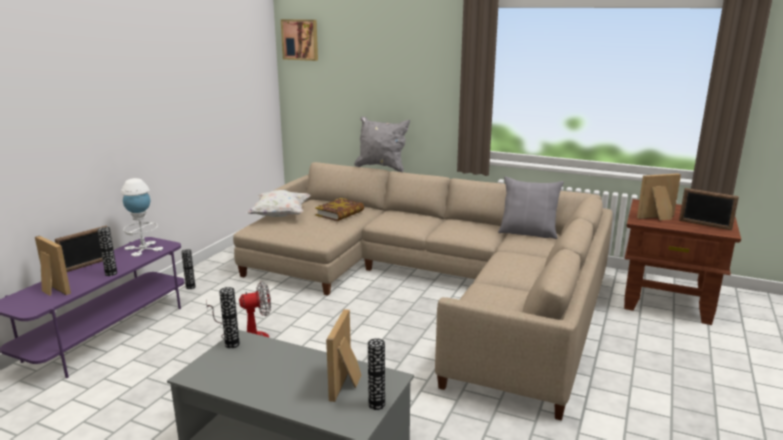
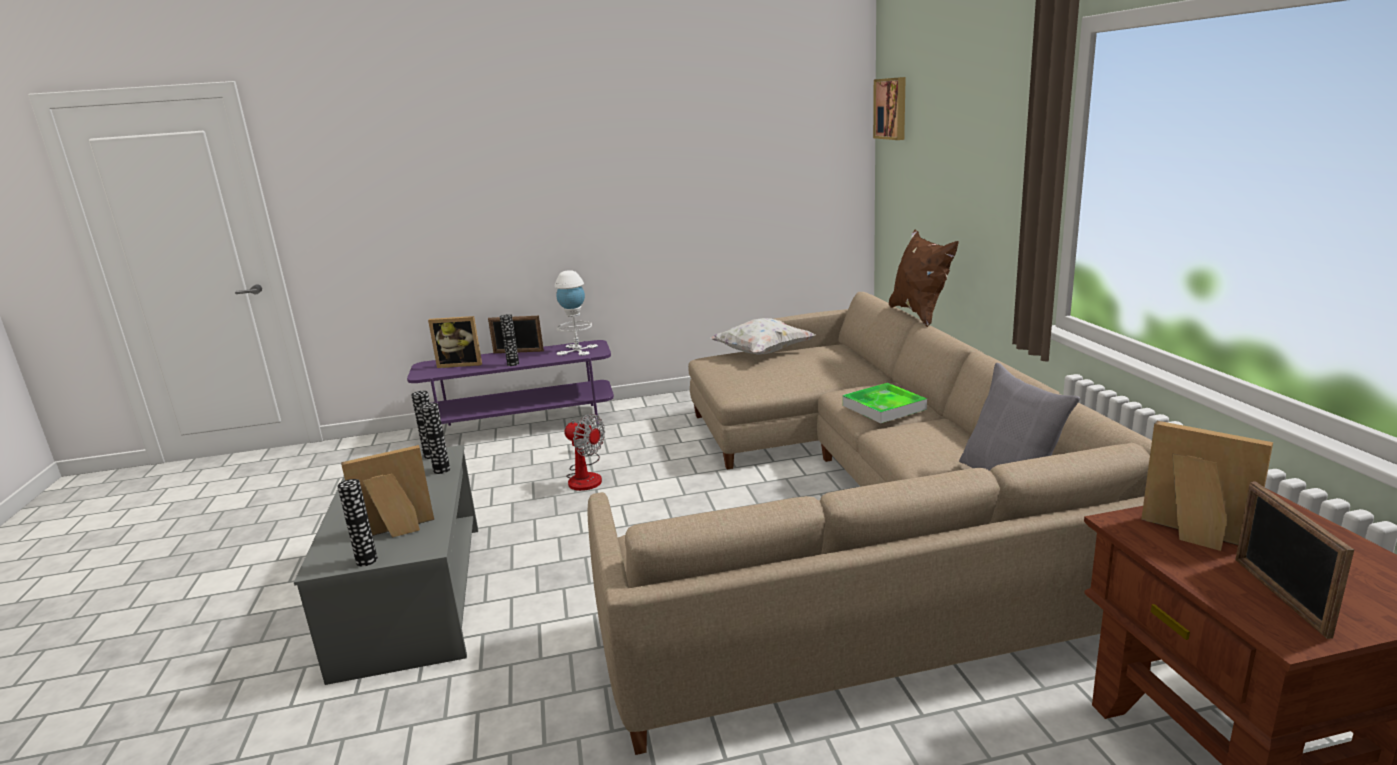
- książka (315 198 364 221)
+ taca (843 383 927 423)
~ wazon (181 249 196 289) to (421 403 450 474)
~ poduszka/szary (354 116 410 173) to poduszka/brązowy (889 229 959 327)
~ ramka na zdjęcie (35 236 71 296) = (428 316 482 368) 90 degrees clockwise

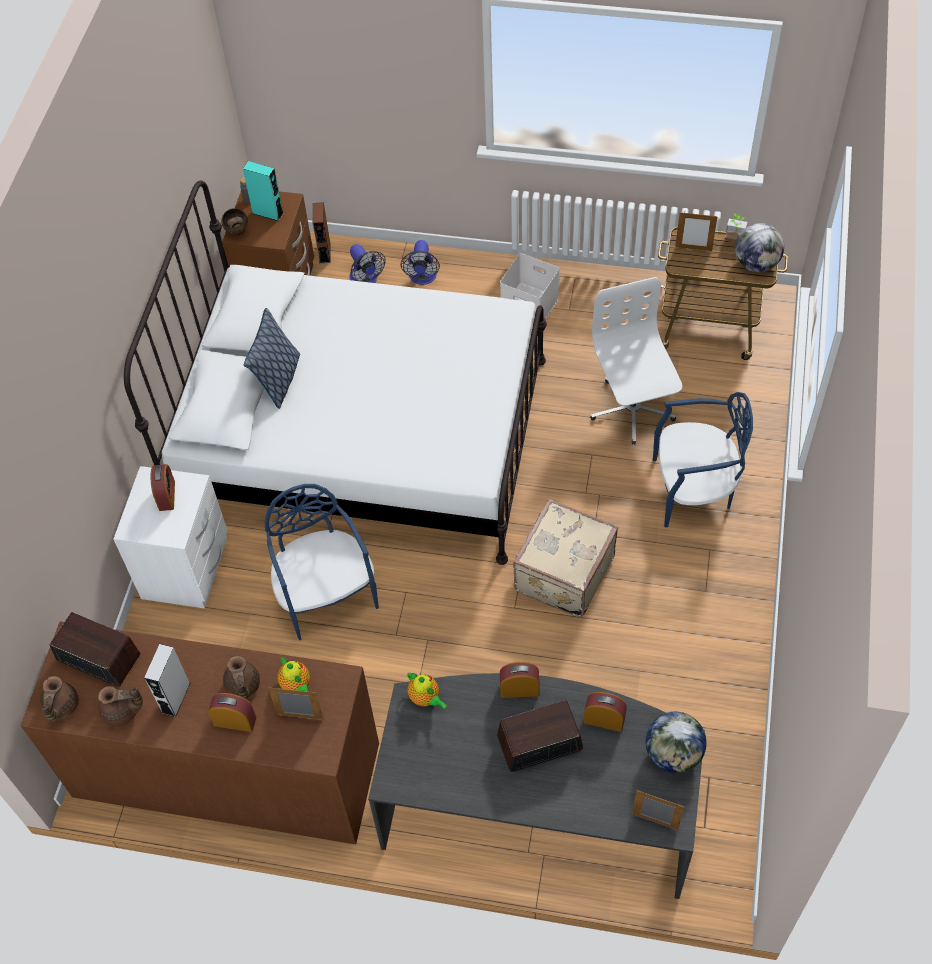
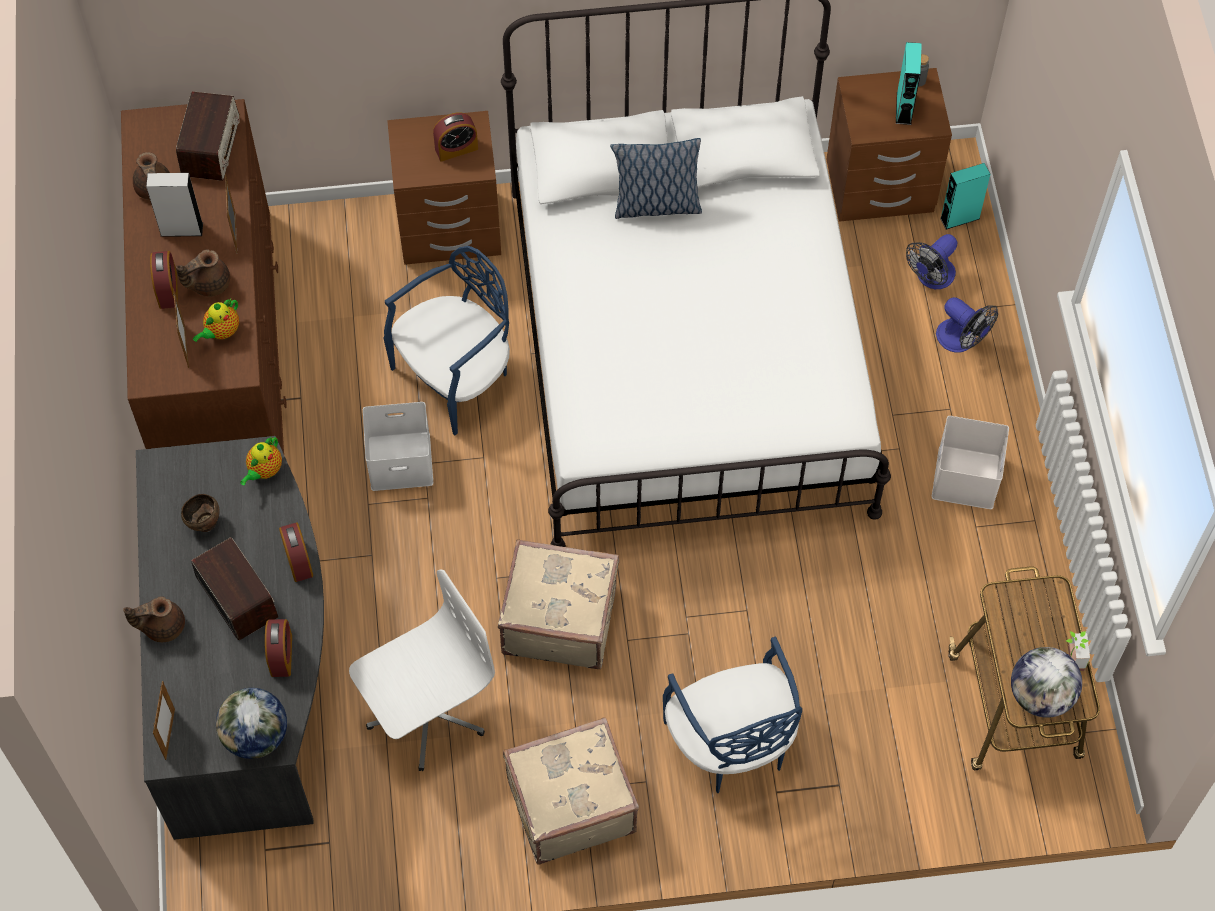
+ pojemnik do przechowywania/biały (363 402 433 491)
+ walizka/beżowy (503 717 639 865)
~ imbryk/brązowy (40 676 79 721) to (123 596 185 642)
~ miska/brązowy (221 208 248 236) to (181 494 220 532)
~ krzesło biurowe/biały (590 277 682 445) to (349 569 495 771)
~ ramka na zdjęcie (675 212 718 251) to (225 174 237 253)
~ szafka nocna/biały (113 466 228 608) to szafka nocna/brązowy (387 111 501 265)
~ głośnik/brązowy (313 202 331 263) to głośnik/turkusowy (940 163 990 230)
~ wentylator (401 240 440 285) = (936 297 998 353) 120 degrees counterclockwise

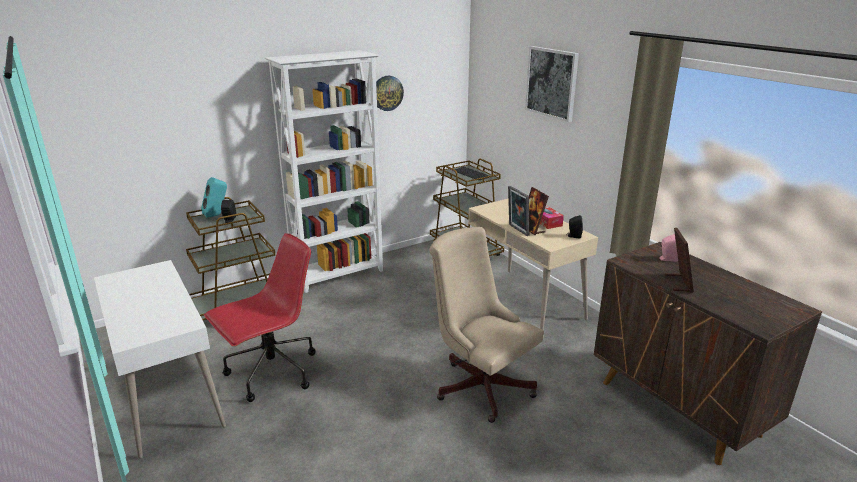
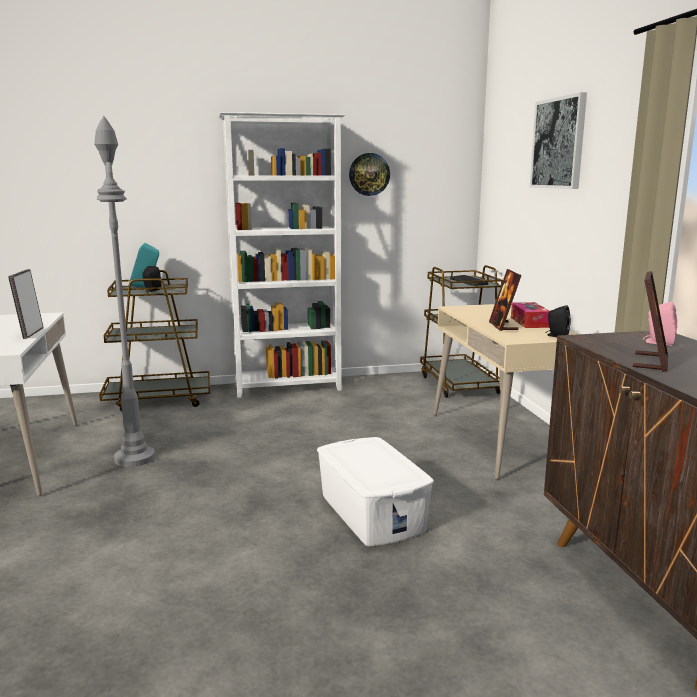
~ ramka na zdjęcie (508 186 529 236) to (8 269 44 339)
~ krzesło biurowe/czerwony (204 233 316 402) to lampa stojąca/szary (94 116 155 467)
~ krzesło biurowe/beżowy (429 227 544 423) to pojemnik do przechowywania/biały (317 437 434 546)

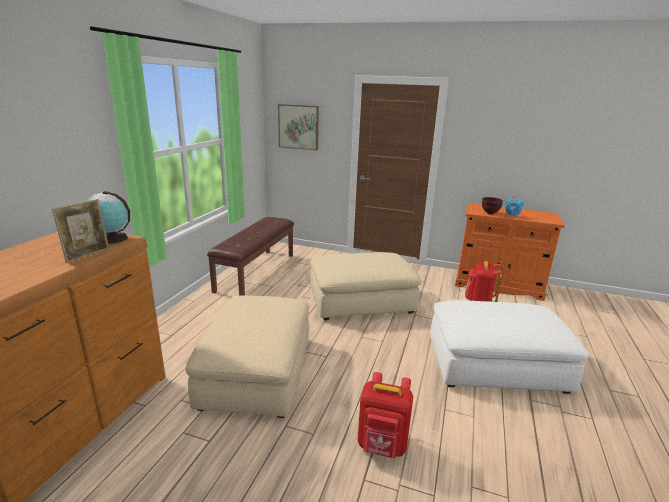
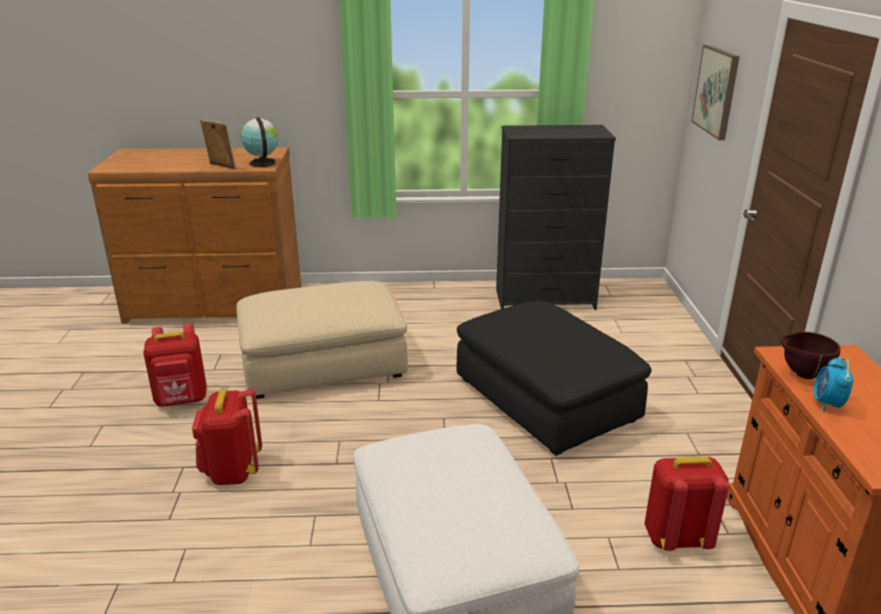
+ plecak/czerwony (143 323 207 407)
~ ławka/brązowy (207 217 294 296) to komoda/czarny (496 125 616 310)
~ pufa/beżowy (310 252 422 320) to pufa/czarny (456 301 651 456)
~ ramka na zdjęcie (52 199 109 263) = (200 119 237 170) 150 degrees counterclockwise

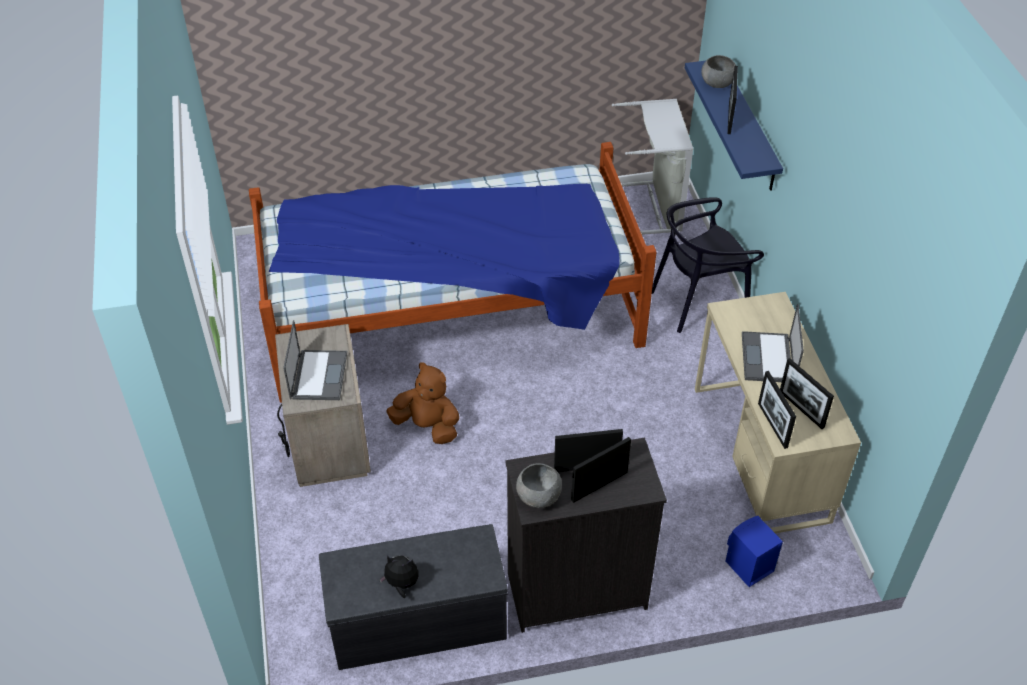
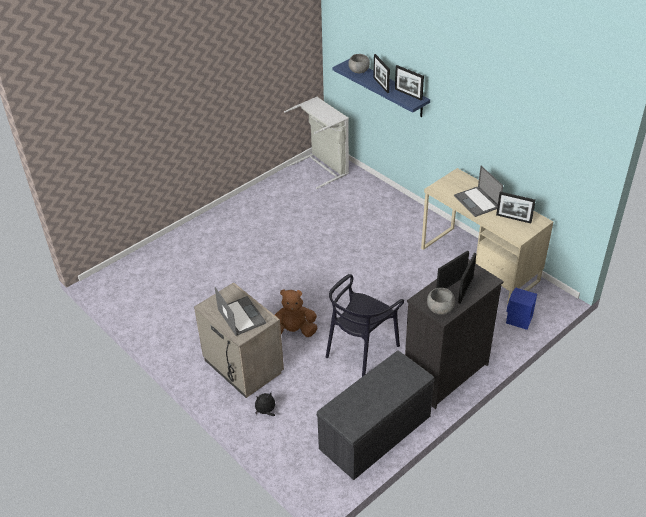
- łóżko (249 142 657 403)
~ pluszak (379 555 419 599) to (255 392 275 416)
~ krzesło/czarny (652 197 764 333) to (326 274 404 377)
~ ramka na zdjęcie (758 371 796 449) to (395 65 424 100)

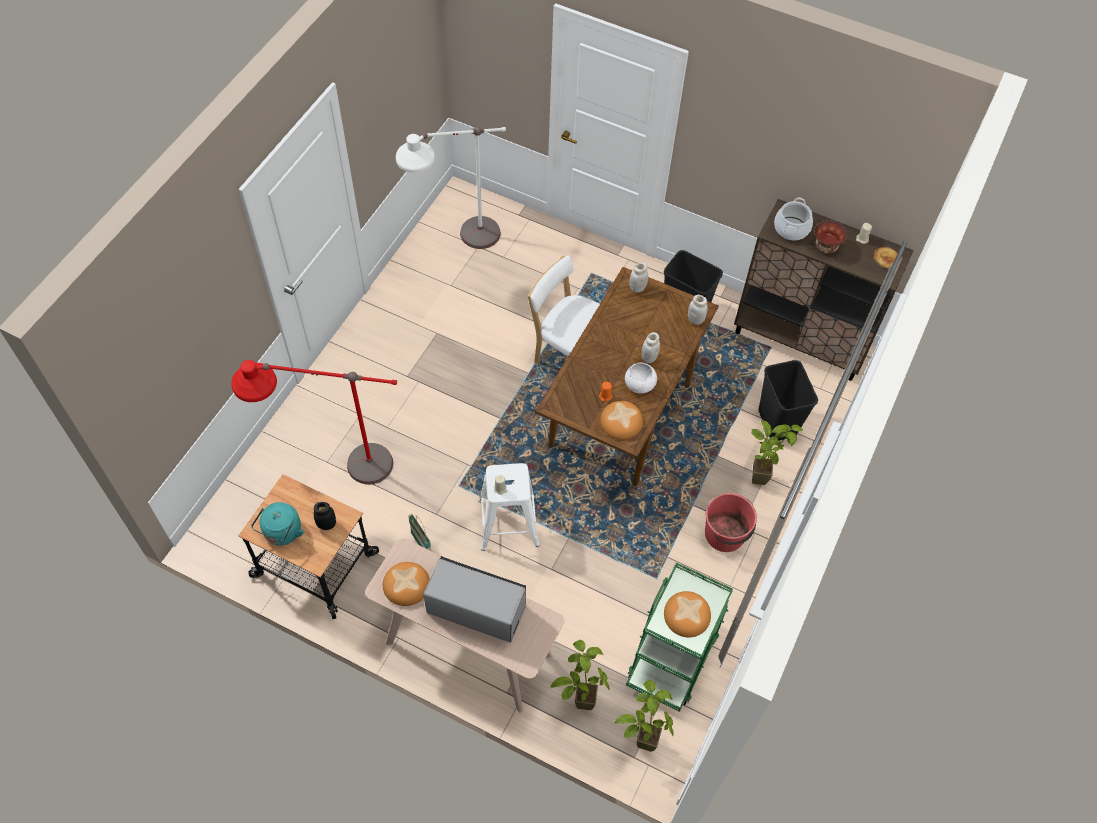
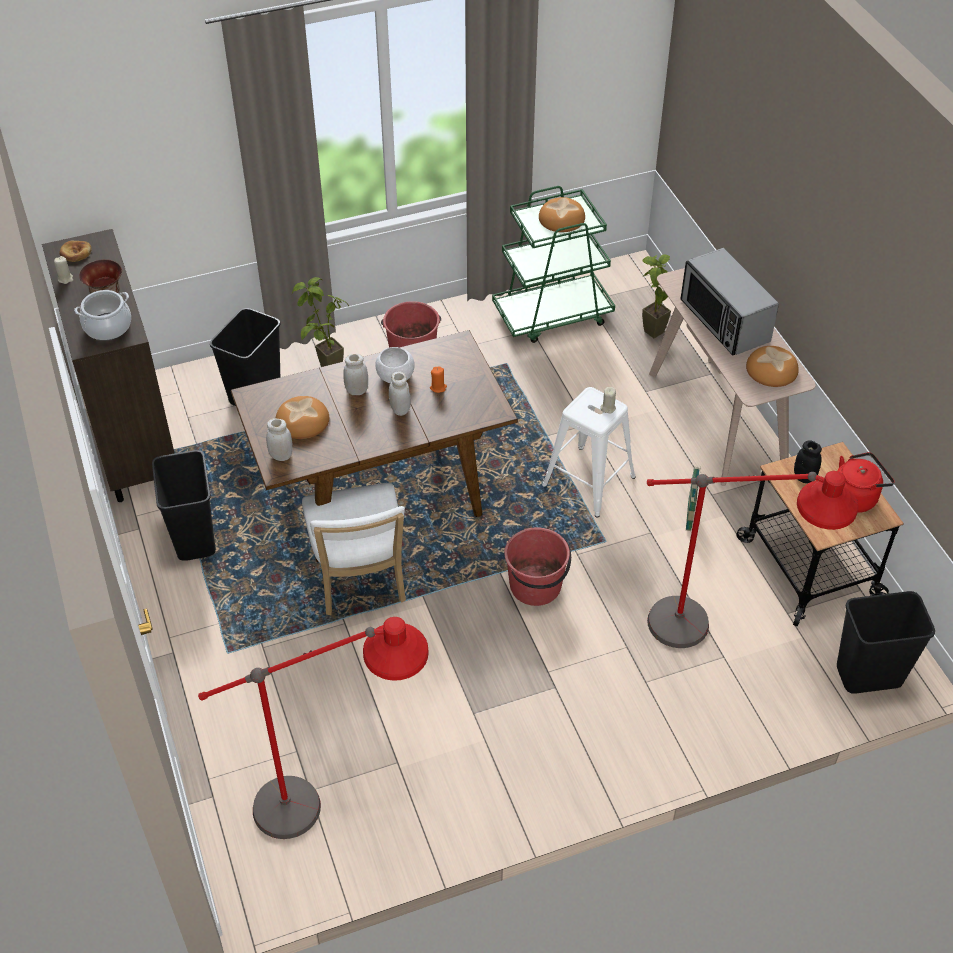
- roślina doniczkowa (614 680 674 752)
+ wiadro/czerwony (504 527 571 606)
+ kosz na śmieci/czarny (837 591 935 694)
~ chleb (600 401 643 440) to (276 396 329 439)
~ słoik/biały (688 295 708 325) to (389 371 411 416)
~ czajnik/turkusowy (251 502 304 545) to czajnik/czerwony (837 452 895 513)
~ lampa stojąca/biały (396 126 506 249) to lampa stojąca/czerwony (198 617 429 839)

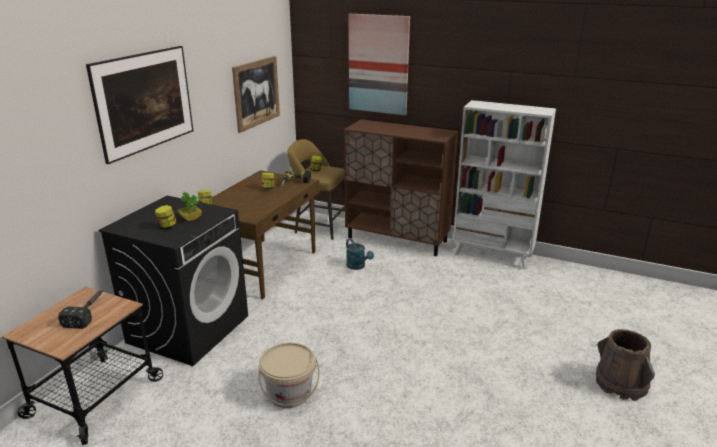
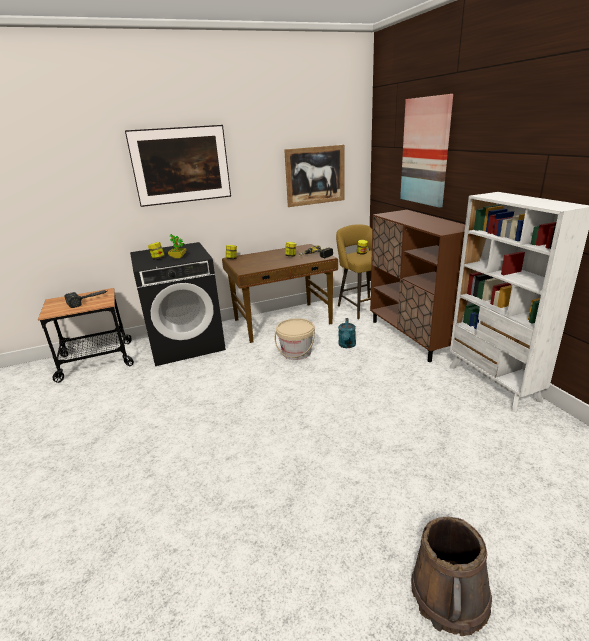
~ wiadro/beżowy (259 343 320 408) to (275 318 315 360)

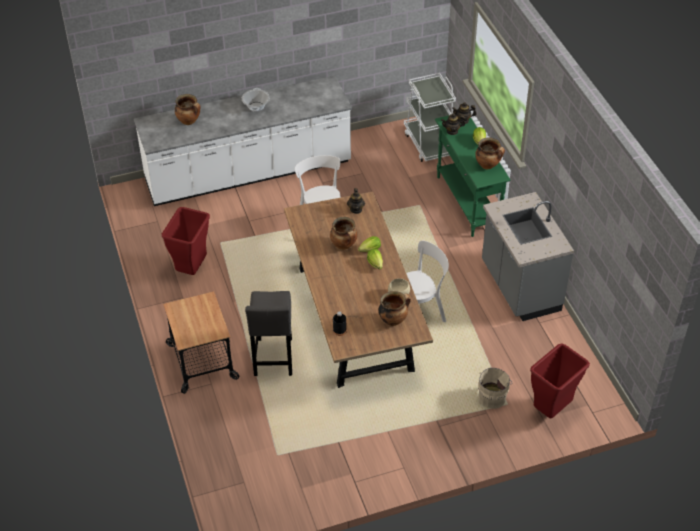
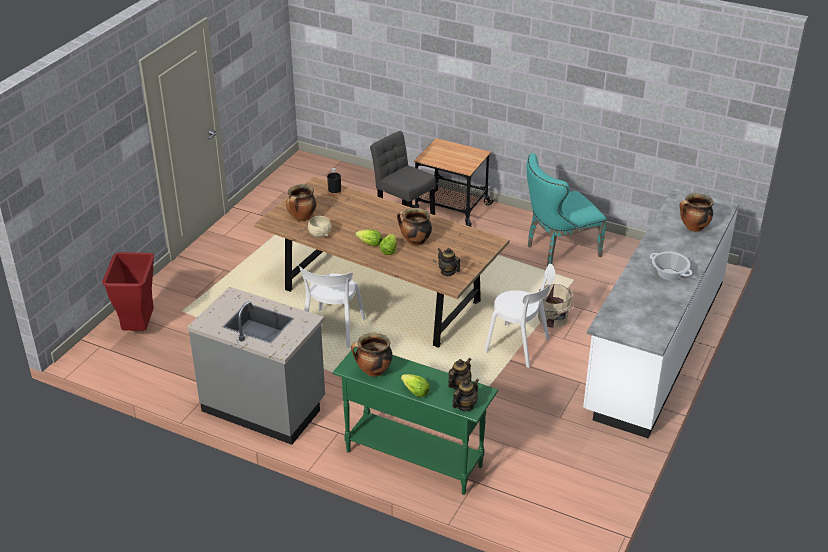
- wózek/biały (404 73 456 162)
~ wiadro/beżowy (478 368 512 409) to (538 284 574 328)
~ kosz na śmieci/czerwony (162 207 210 275) to krzesło/turkusowy (527 153 607 266)

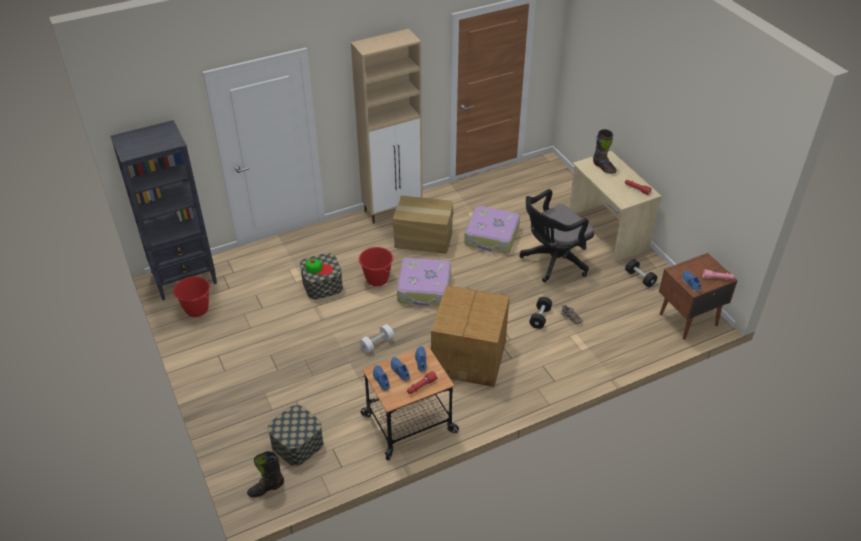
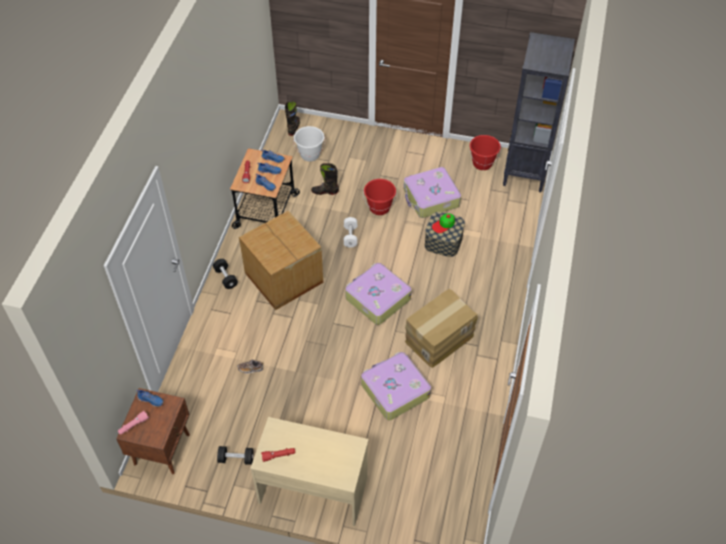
- szafka/beżowy (351 29 423 224)
- krzesło biurowe/czarny (519 189 594 282)
+ walizka (404 167 461 218)
~ wiadro/czerwony (359 247 393 286) to (363 179 396 215)
~ hantel/czarny (529 297 552 329) to (213 259 238 289)
~ but z cholewką/czarny (593 129 617 174) to (311 163 339 195)
~ pojemnik do przechowywania (267 405 323 466) to wiadro/biały (293 126 325 161)

